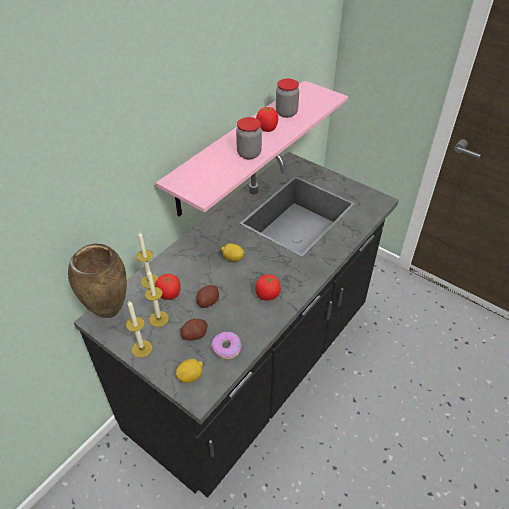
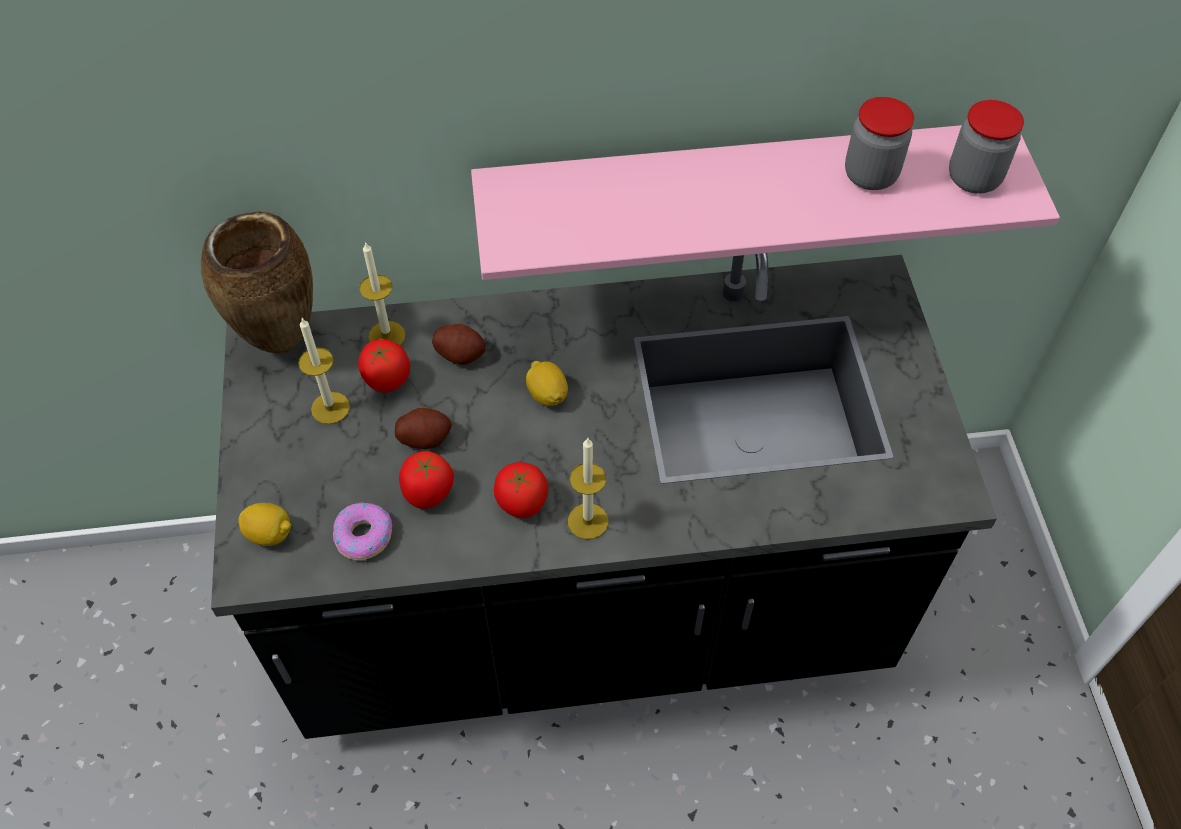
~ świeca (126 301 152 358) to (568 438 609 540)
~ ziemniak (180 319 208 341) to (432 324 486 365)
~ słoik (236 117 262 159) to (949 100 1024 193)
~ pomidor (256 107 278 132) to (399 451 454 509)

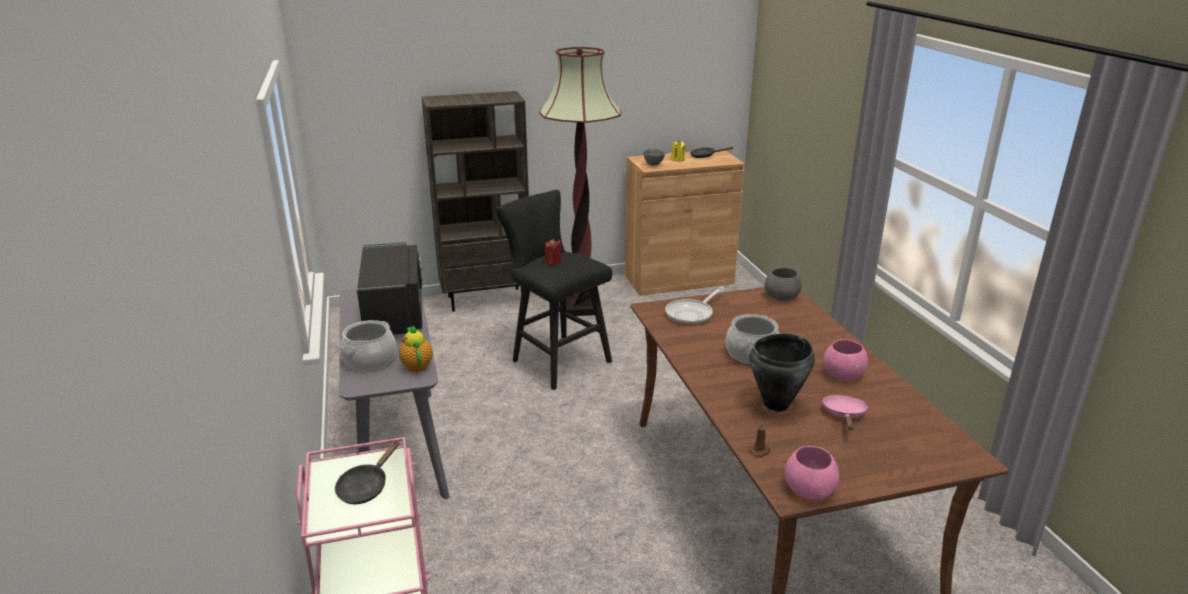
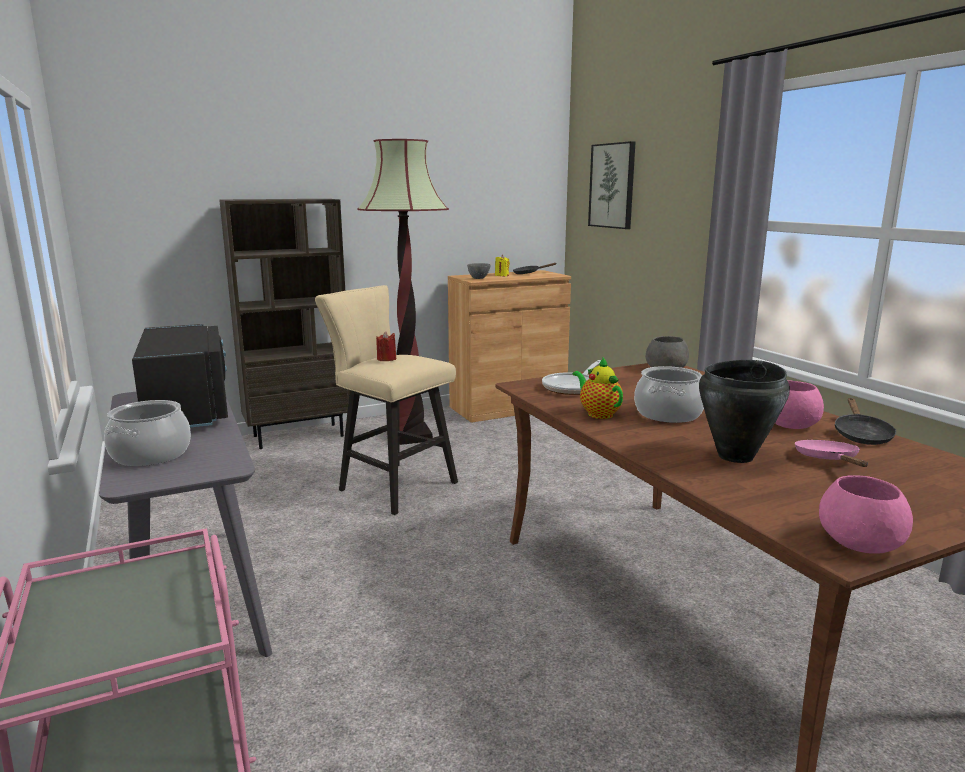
- świeca/brązowy (749 421 771 457)
+ obraz (588 141 636 229)
~ patelnia/czarny (335 441 399 504) to (834 398 896 445)
~ imbryk (399 325 433 372) to (573 358 623 419)
~ stołek/czarny (496 190 612 390) to stołek/beżowy (315 285 458 515)

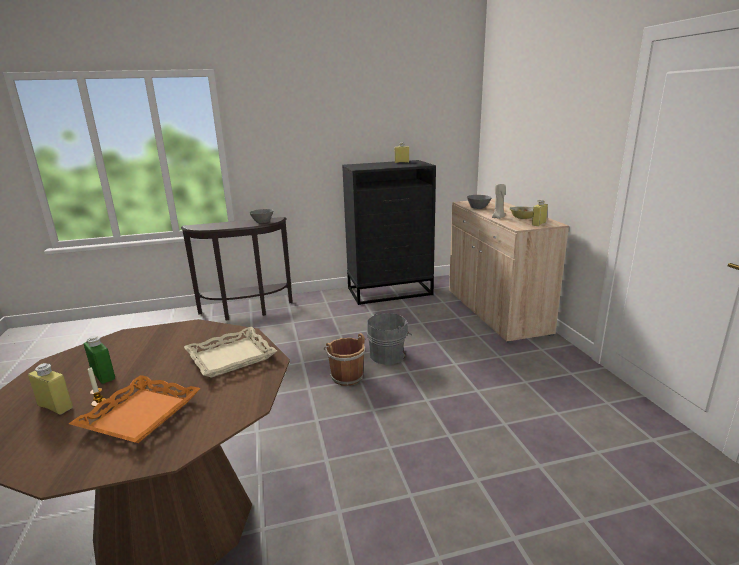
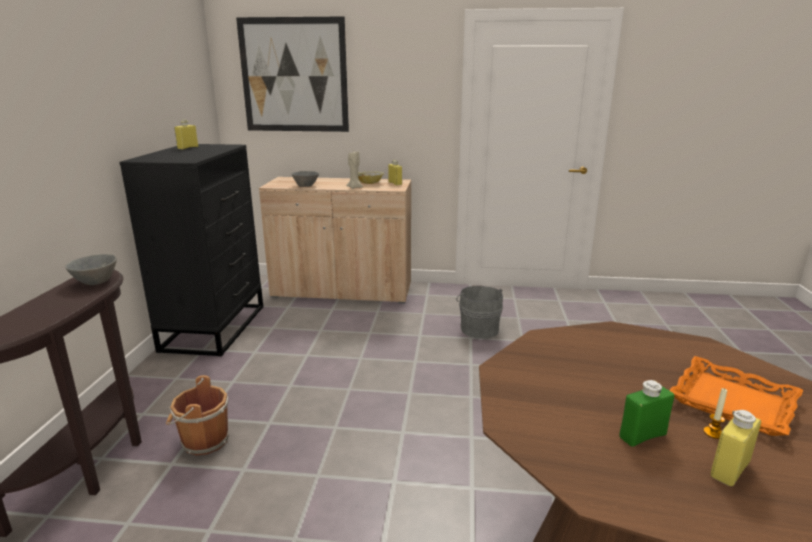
- taca/beżowy (184 327 277 378)
+ obraz (236 16 349 132)
~ wiadro/brązowy (324 333 365 386) to (166 375 229 455)
~ wiadro/szary (367 313 412 365) to (456 286 503 339)

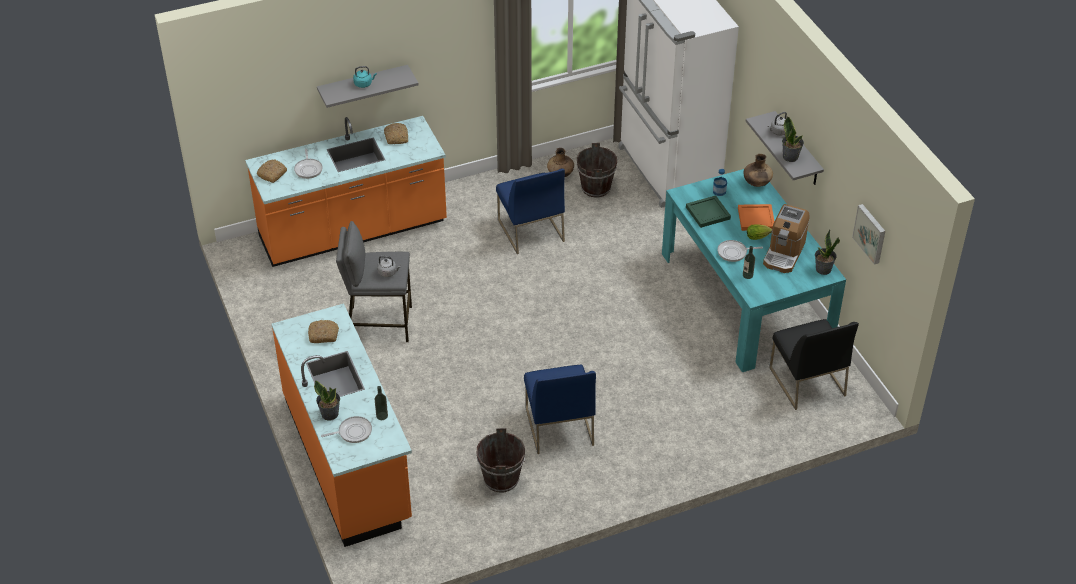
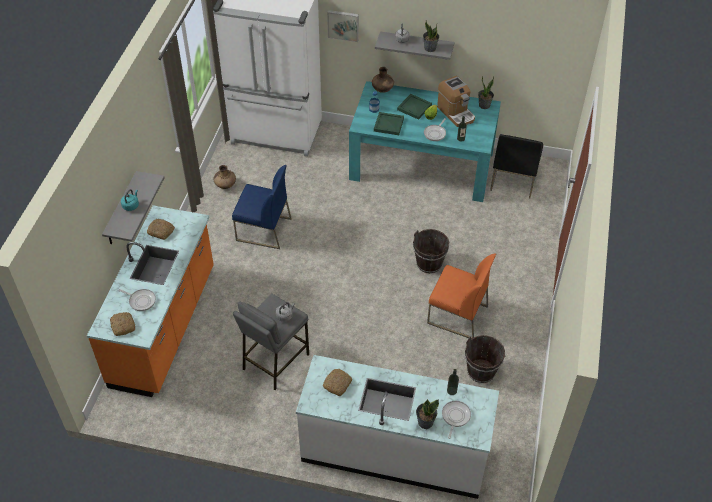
~ wiadro/brązowy (577 143 617 197) to (413 229 450 273)
~ obraz (852 204 885 265) to (327 10 359 42)
~ zabudowa kuchenna/pomarańczowy (272 304 412 547) to zabudowa kuchenna/biały (296 355 499 499)
~ krzesło/niebieski (524 365 596 454) to krzesło/pomarańczowy (427 253 496 339)
~ taca/pomarańczowy (738 204 774 231) to taca/zielony (397 94 432 120)
~ krzesło/czarny (769 319 859 410) = (490 134 543 198) 90 degrees clockwise

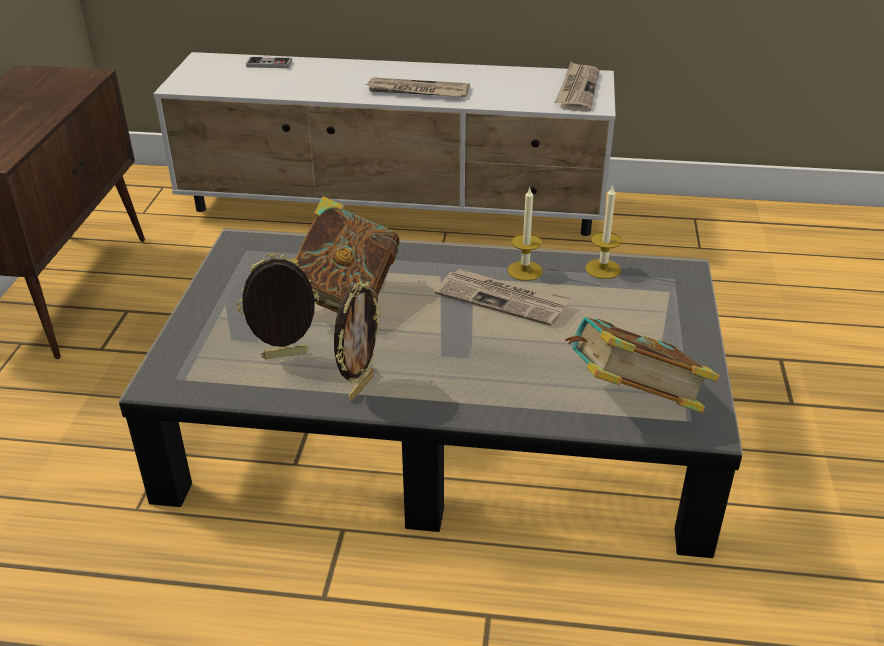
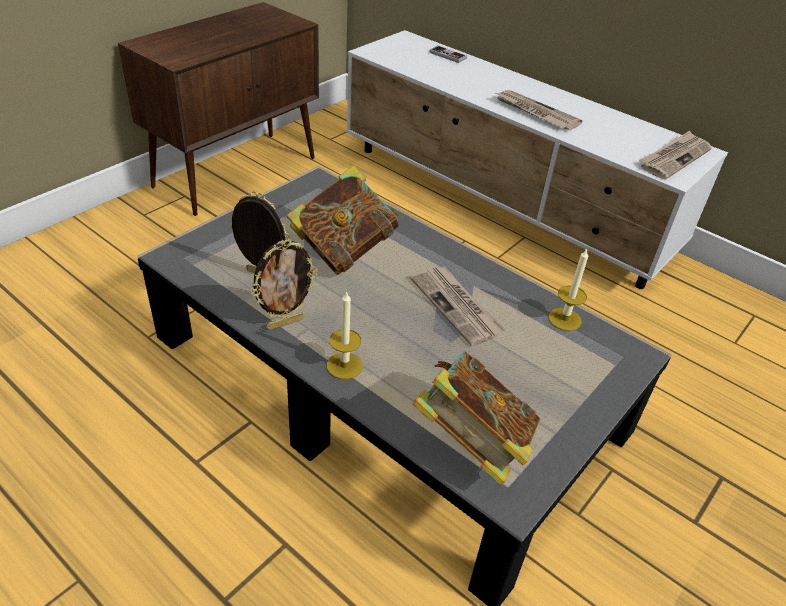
~ świeca (508 188 543 281) to (327 291 363 379)

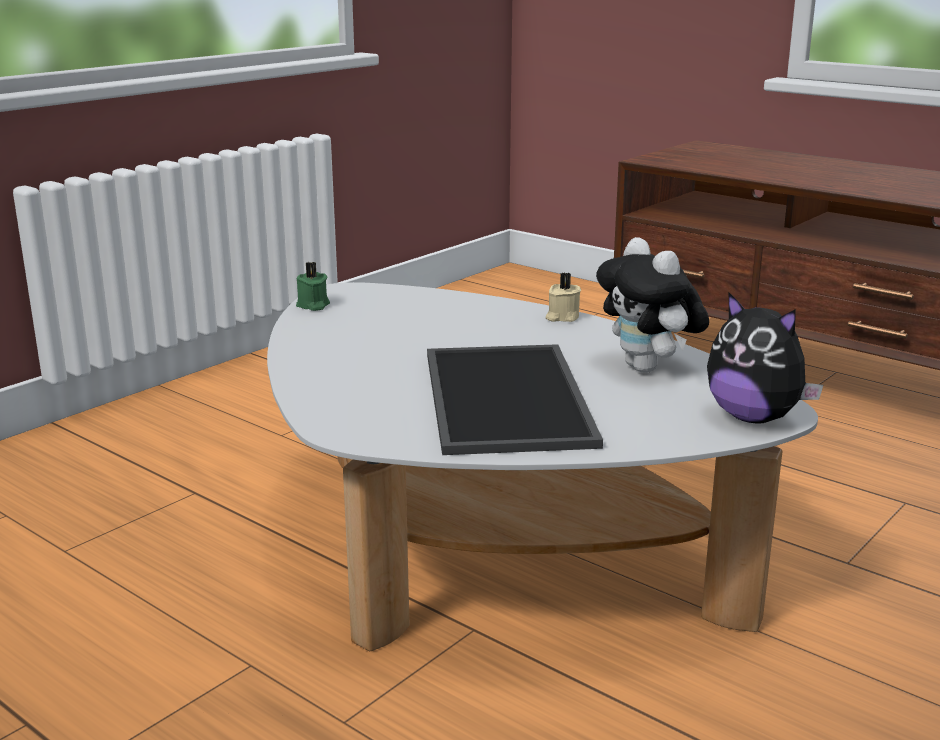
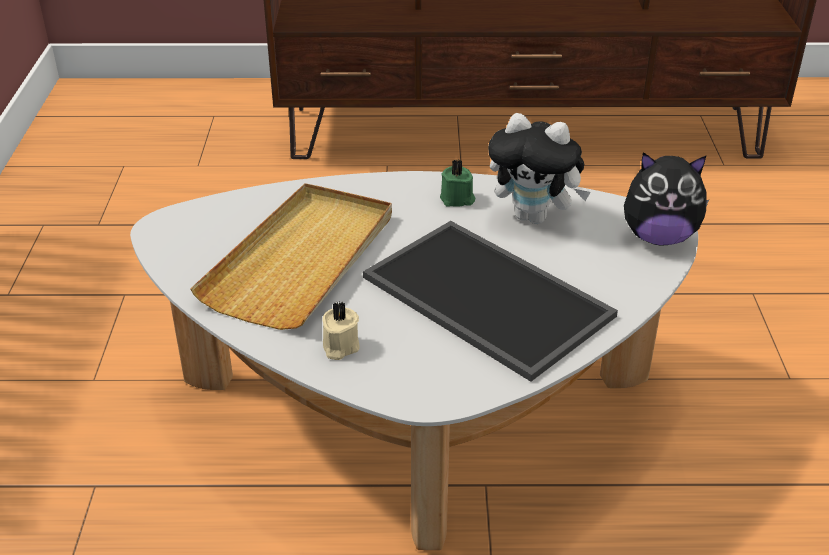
+ taca/beżowy (190 183 392 330)
~ świeca/zielony (296 262 330 311) to (440 160 475 207)
~ świeca/beżowy (546 272 581 322) to (322 302 360 360)

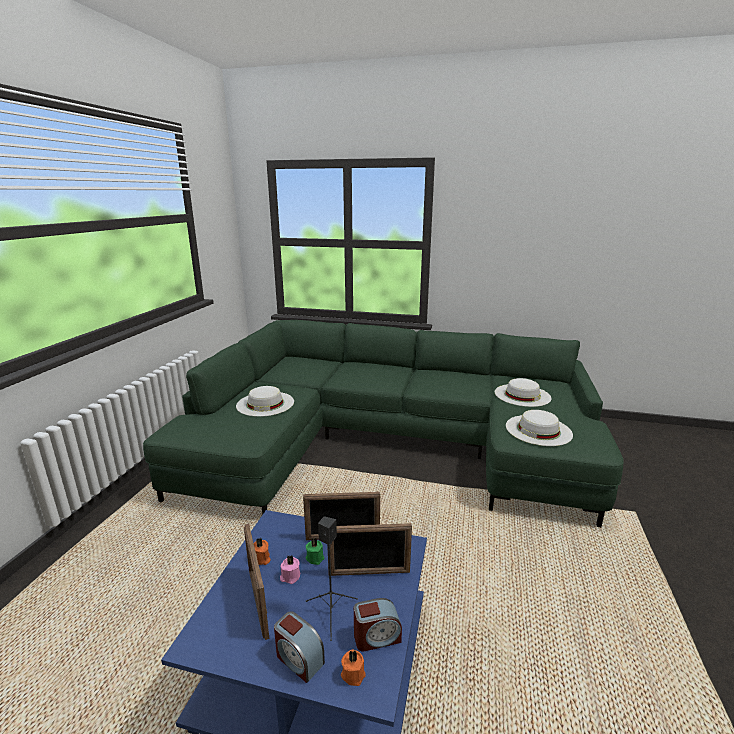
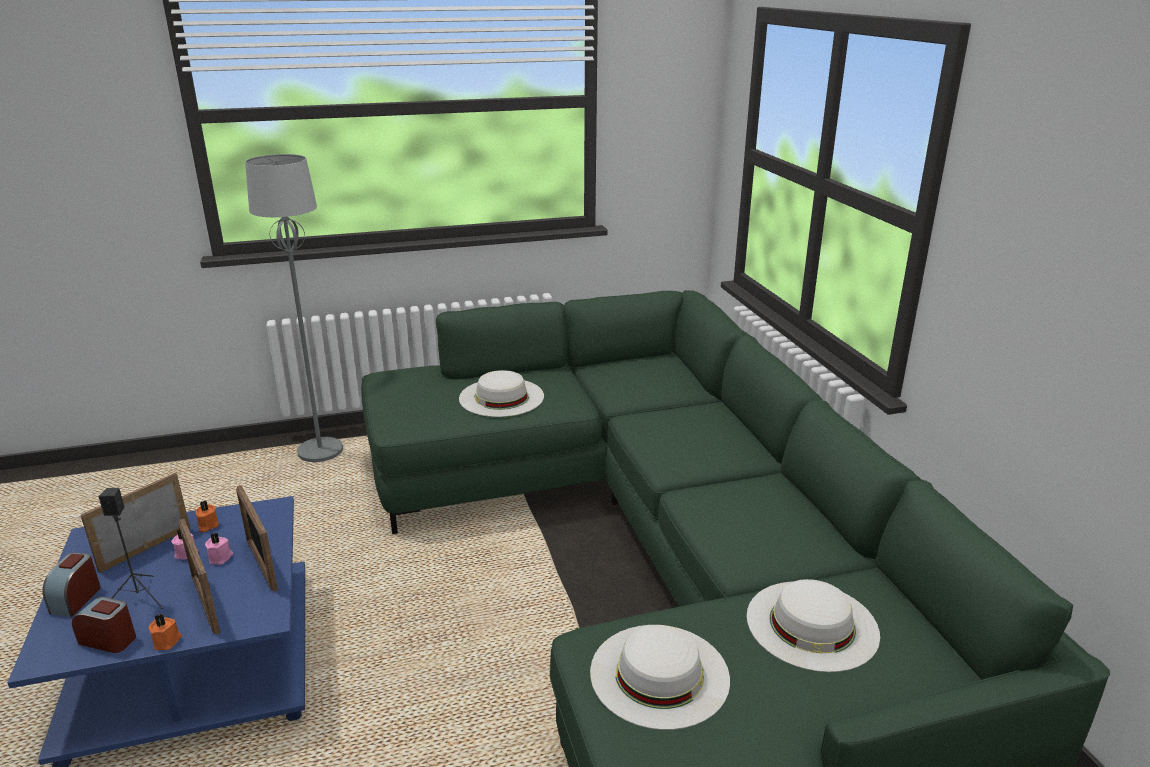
+ lampa stojąca/szary (245 154 343 462)
~ świeca/pomarańczowy (341 649 366 686) to (149 614 182 650)
~ świeca/zielony (306 538 324 565) to świeca/różowy (205 533 233 565)
~ budzik (354 598 402 652) = (72 597 136 653) 150 degrees clockwise

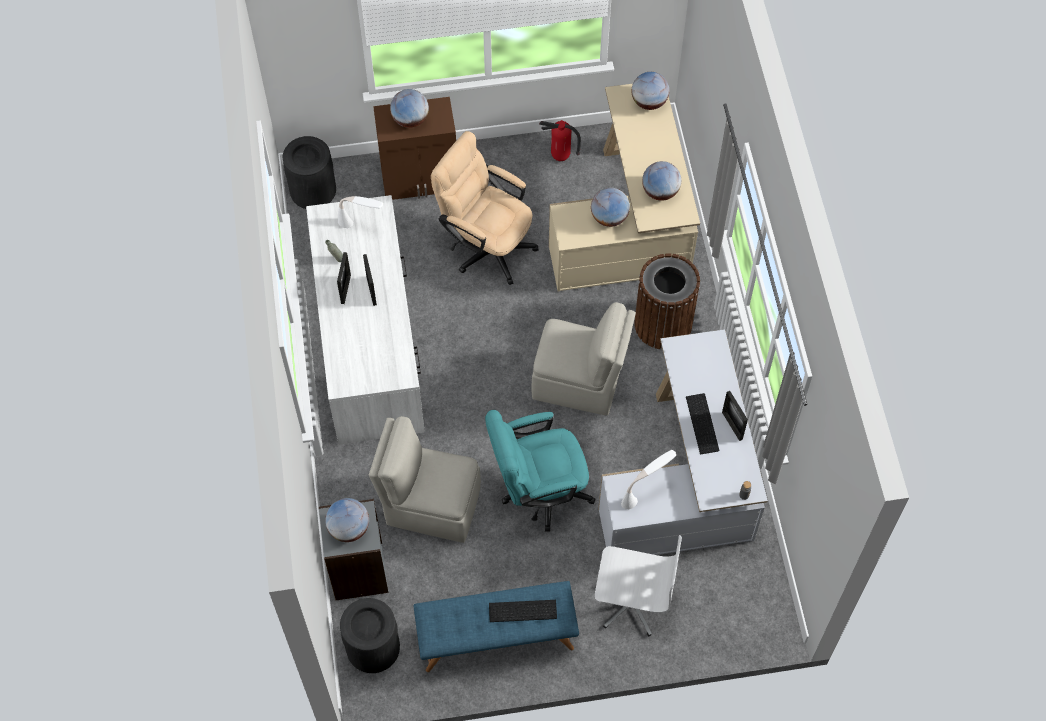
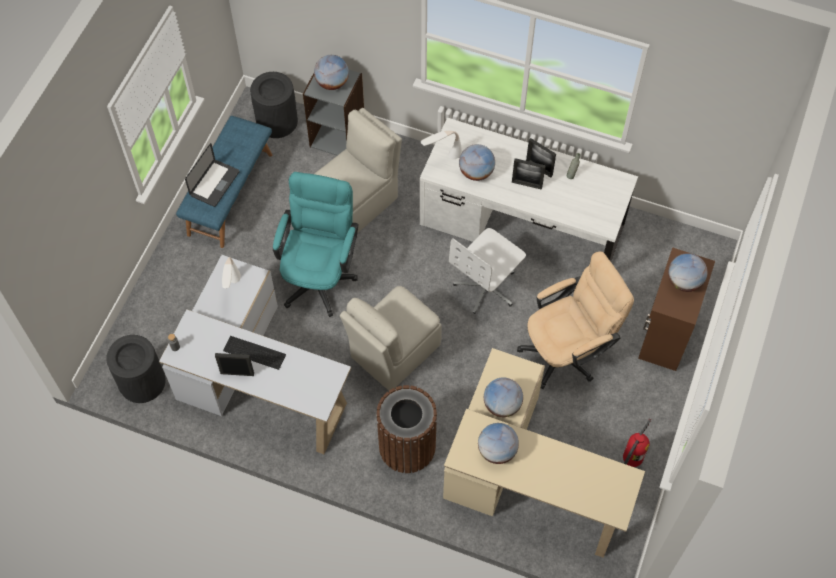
~ kosz na śmieci/czarny (283 136 336 209) to (106 335 166 403)
~ lampa stołowa/biały (338 196 383 228) to (421 131 462 159)
~ krzesło biurowe/biały (595 535 682 636) to (449 228 526 314)
~ globus (632 72 669 110) to (459 144 495 181)
~ klawiatura (489 600 557 622) to laptop (185 143 239 207)

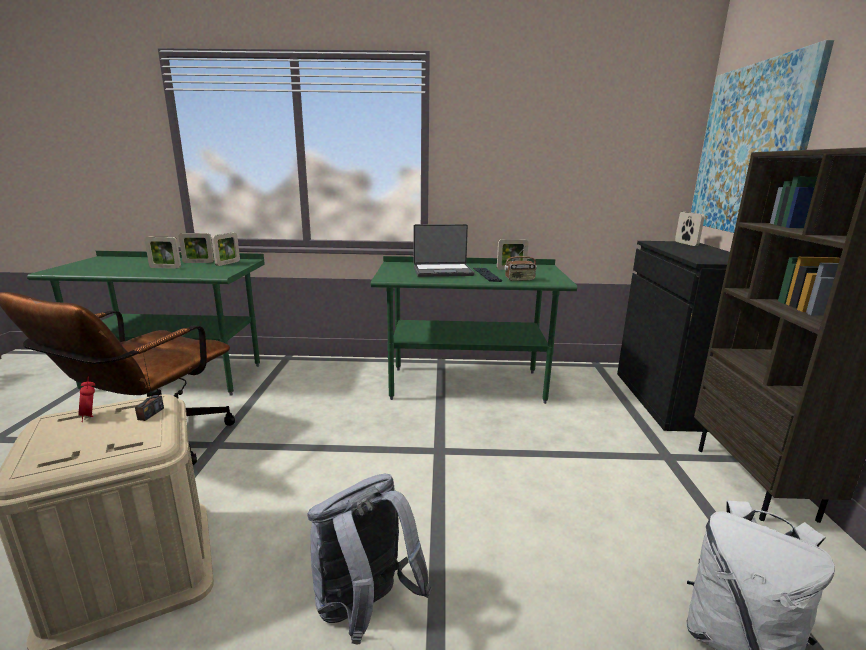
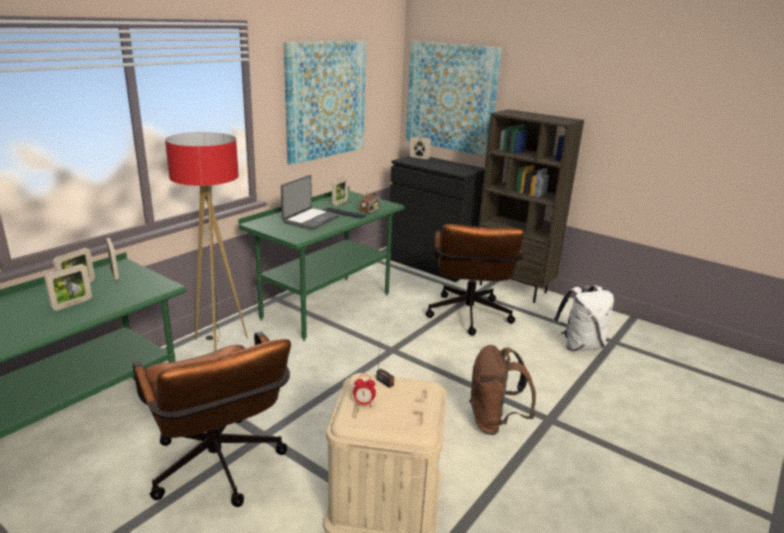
+ lampa stojąca (165 132 248 351)
+ obraz (284 41 366 165)
+ krzesło biurowe/brązowy (426 224 524 336)
~ plecak/szary (307 474 432 645) to plecak/brązowy (469 345 536 435)

